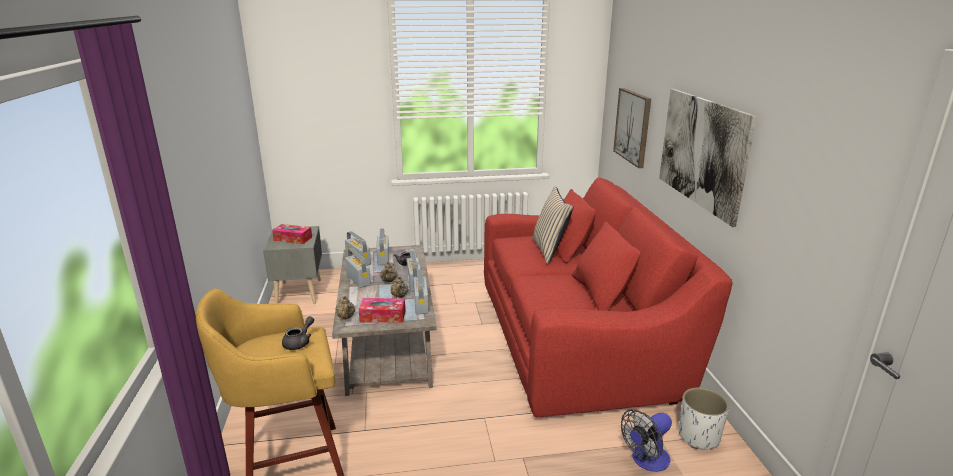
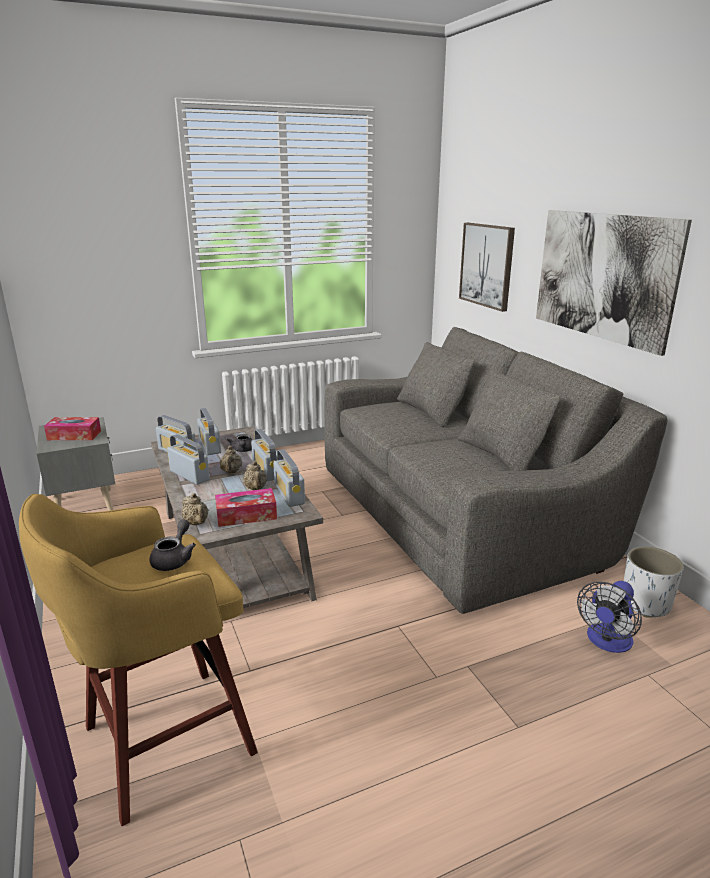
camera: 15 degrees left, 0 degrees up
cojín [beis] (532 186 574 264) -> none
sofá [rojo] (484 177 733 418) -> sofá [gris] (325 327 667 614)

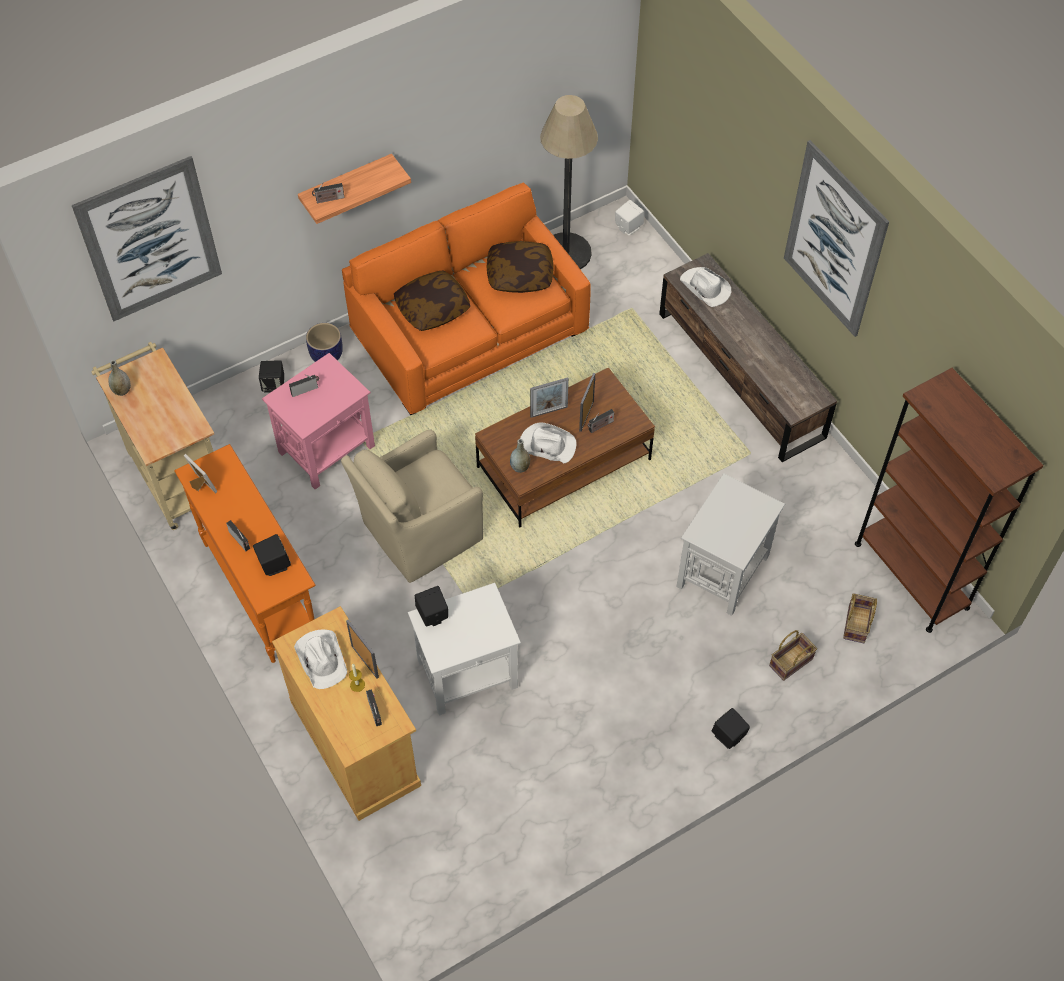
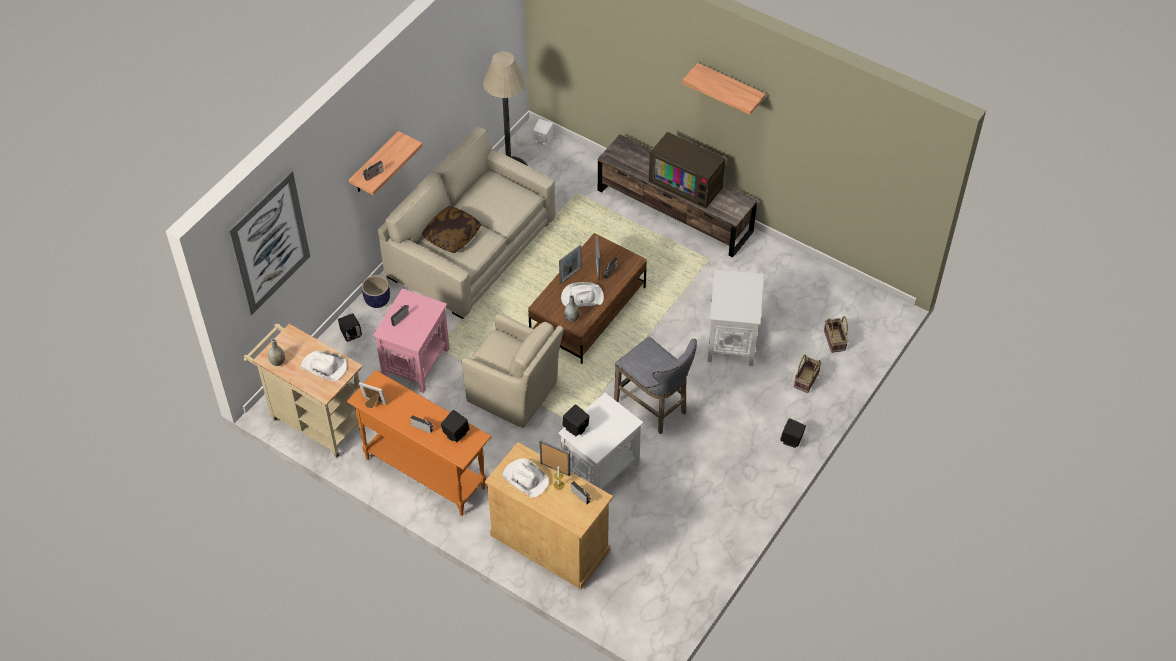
camera: 25 degrees left, 5 degrees down
cojín (487 241 554 293) -> none
estantería [marrón] (855 368 1044 633) -> none
none -> taburete [gris] (614 336 697 434)
none -> televisor (649 132 726 209)
sombrero [blanco] (680 267 731 307) -> sombrero [blanco] (301 351 347 381), relocated
cuadro (784 140 889 337) -> estante (682 63 766 115)
sofá [naranja] (342 183 591 415) -> sofá [beis] (378 127 555 319)
sillón [beis] (341 430 483 583) -> sillón [beis] (461 314 564 428), 90 degrees counterclockwise

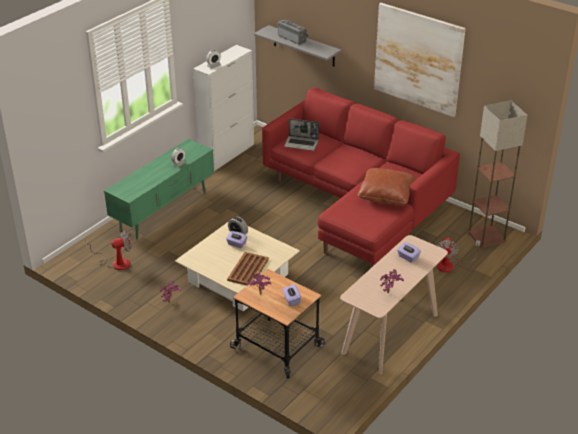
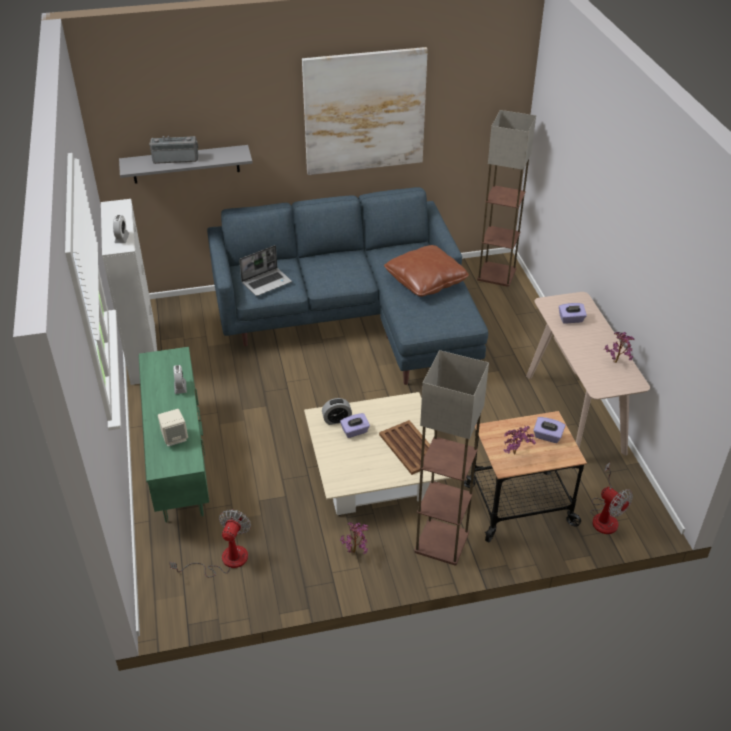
camera: 50 degrees left, 5 degrees up
none -> altavoz [beis] (158 409 188 446)
none -> lámpara de pie (414 350 489 566)
ventilador (436 238 480 272) -> ventilador (590 462 633 534), relocated
sofá [rojo] (262 87 460 269) -> sofá [azul] (207 187 488 385)

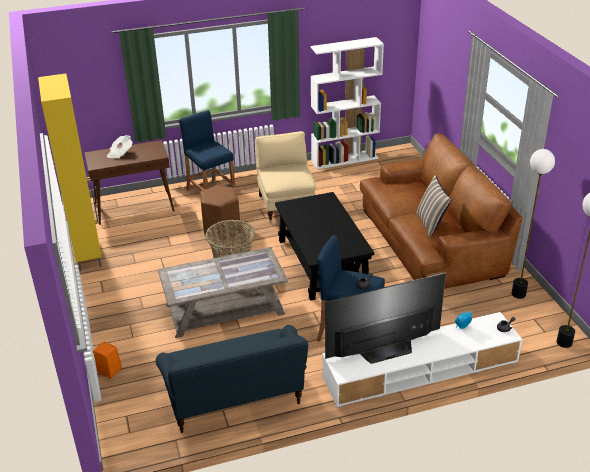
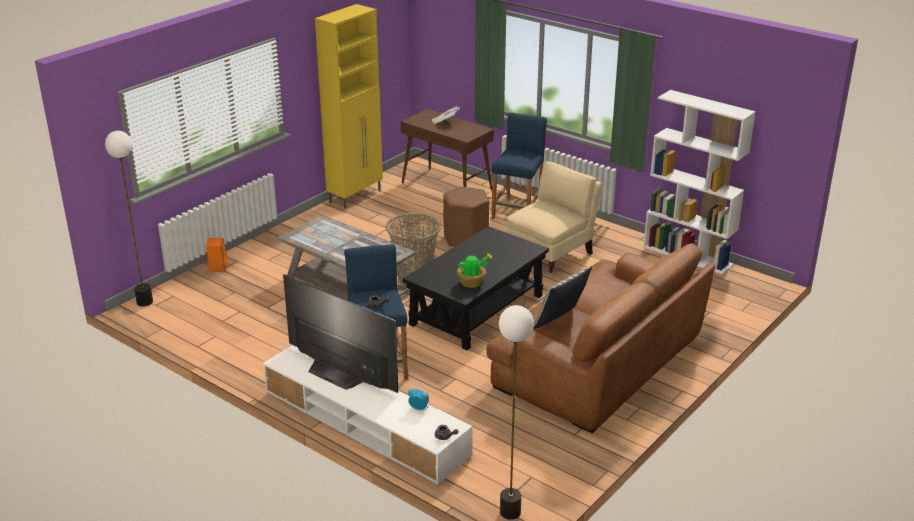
camera: 55 degrees right, 5 degrees down
sofá [azul] (156 325 308 433) -> none
none -> planta en maceta (457 253 493 288)
lámpara de pie (511 149 555 299) -> lámpara de pie (105 131 153 306), relocated

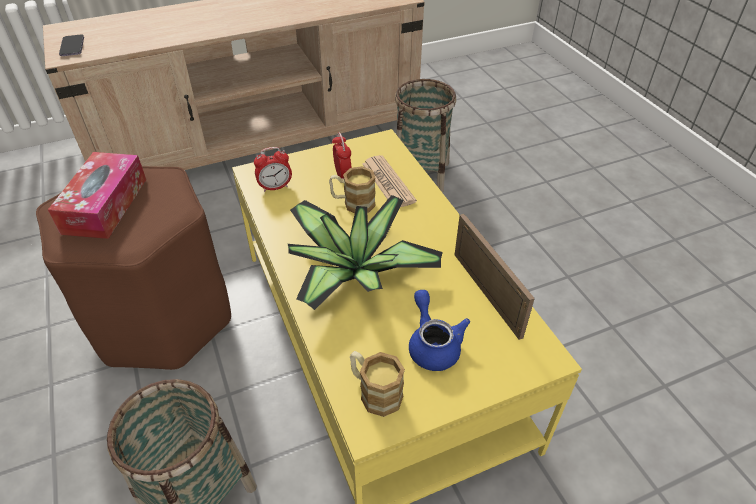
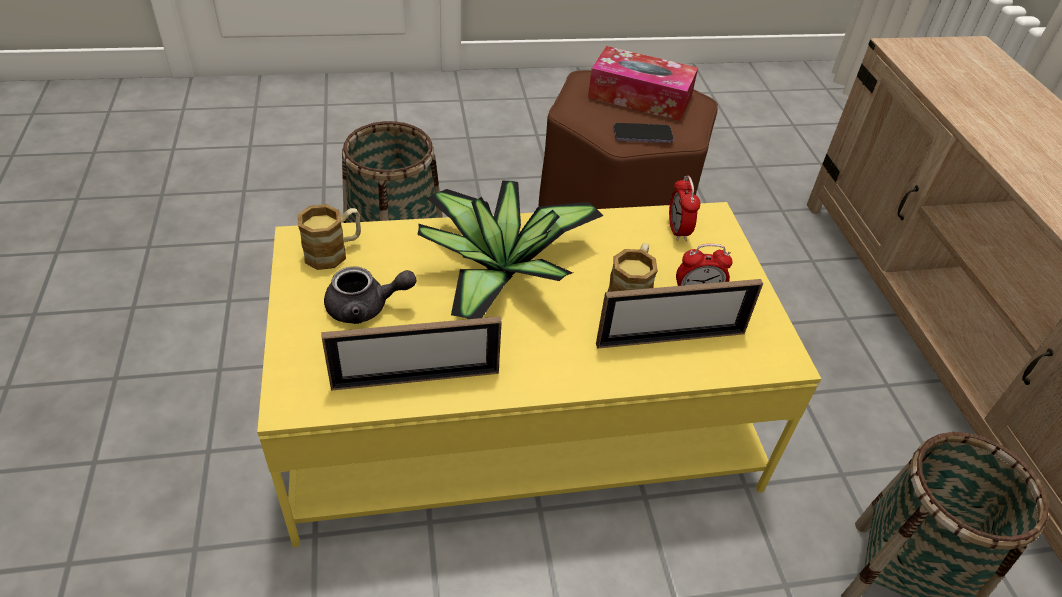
camera: 100 degrees right, 0 degrees up
móvil (59 34 84 56) -> móvil (613 123 674 143), relocated
periódico (362 155 417 207) -> portarretratos (596 279 763 349)
tetera [azul] (409 290 470 371) -> tetera [gris] (324 266 416 324)

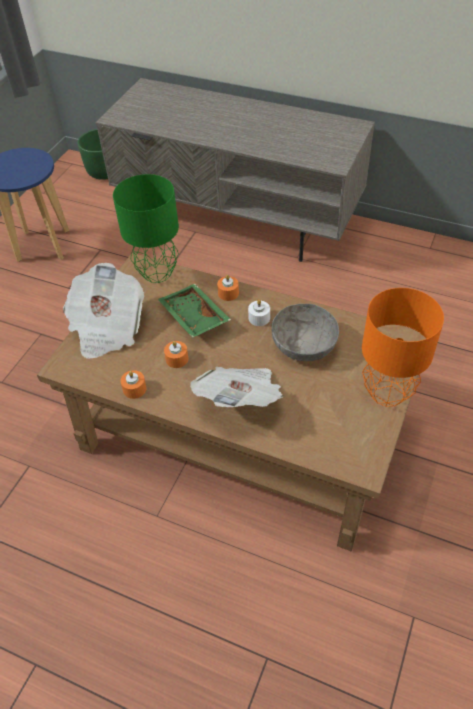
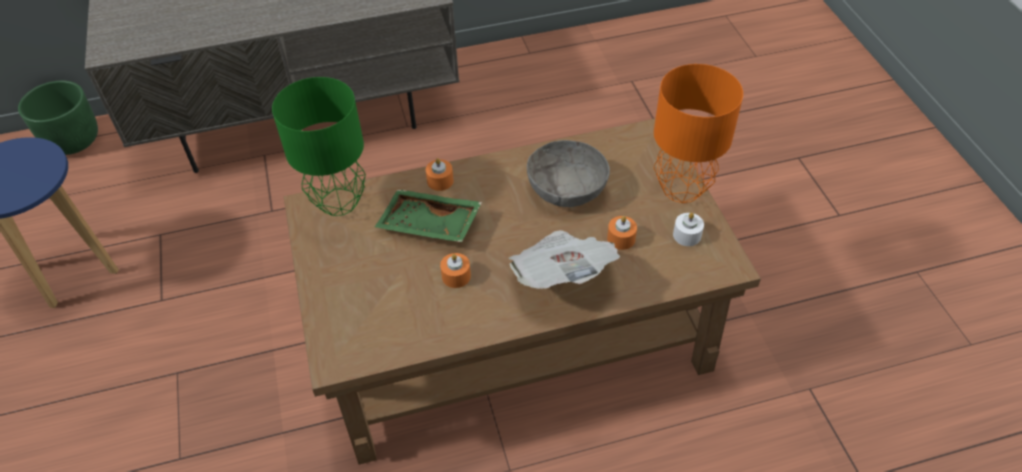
camera: 40 degrees left, 0 degrees up
periódico (63 263 144 359) -> none
vela [naranja] (120 370 146 399) -> vela [naranja] (607 216 637 250), relocated
vela [blanco] (248 300 270 326) -> vela [blanco] (673 213 704 246), relocated

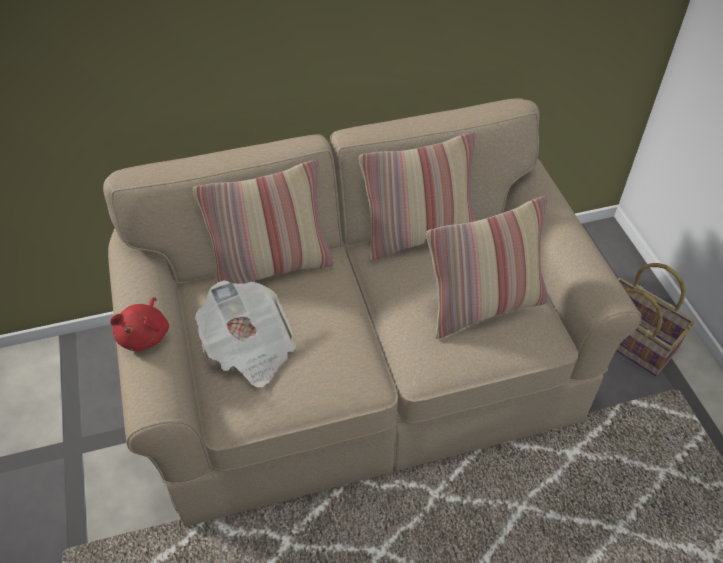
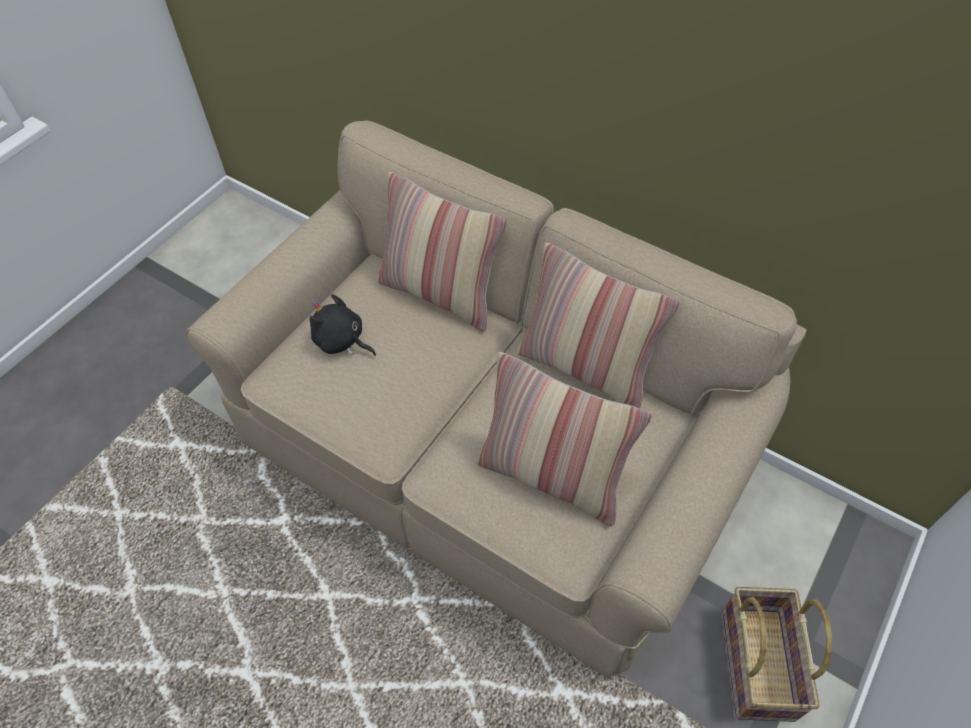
camera: 50 degrees right, 5 degrees up
peluche [rojo] (110 297 169 351) -> none
periódico (195 280 297 387) -> peluche [negro] (310 294 376 356)

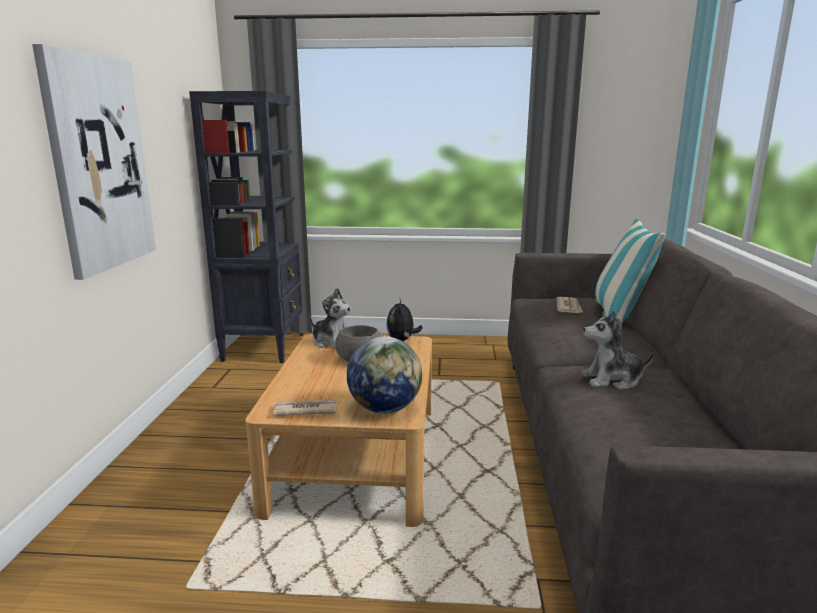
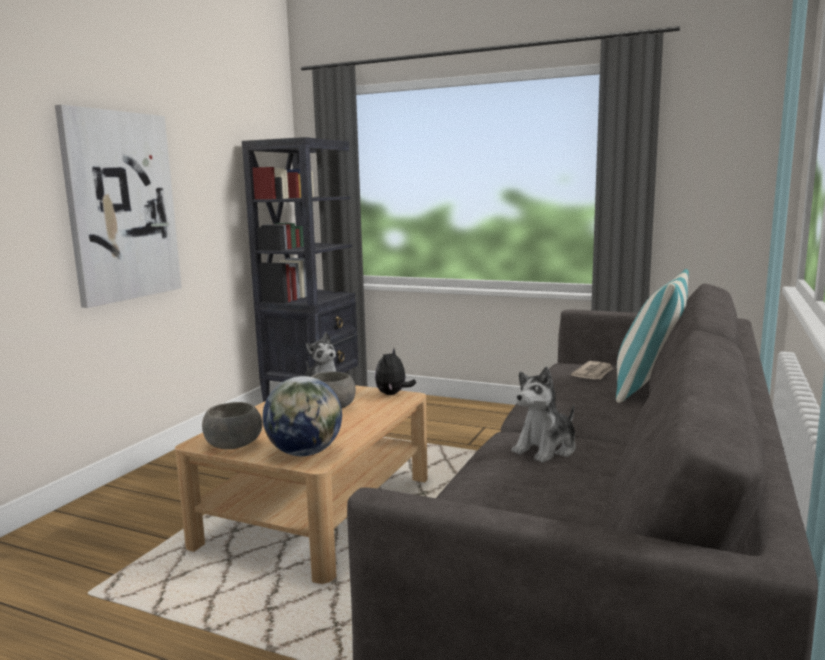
camera: 20 degrees right, 5 degrees down
periódico (273 399 337 416) -> cuenco [gris] (202 402 262 449)
peluche (582 310 654 390) -> peluche (512 366 576 463), 60 degrees counterclockwise

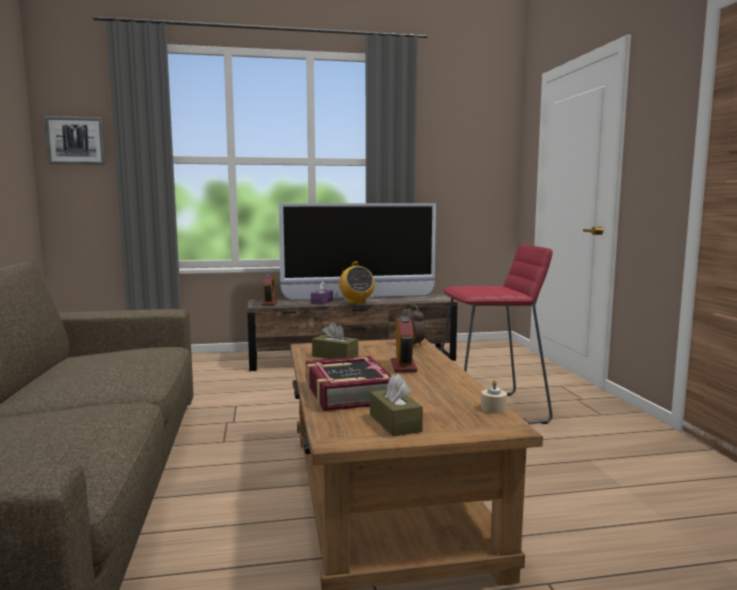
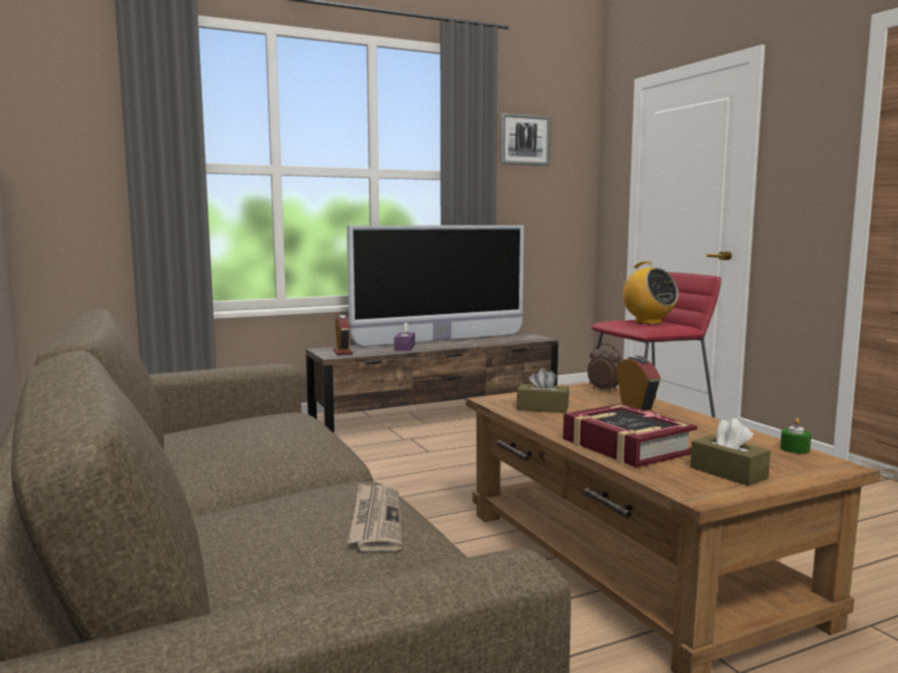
camera: 15 degrees left, 0 degrees up
none -> periódico (348 483 402 551)
cuadro (44 116 106 165) -> cuadro (500 113 551 166), relocated
radio (339 261 375 304) -> radio (620 261 678 325), relocated
vela [beis] (481 380 507 413) -> vela [verde] (780 418 811 454)

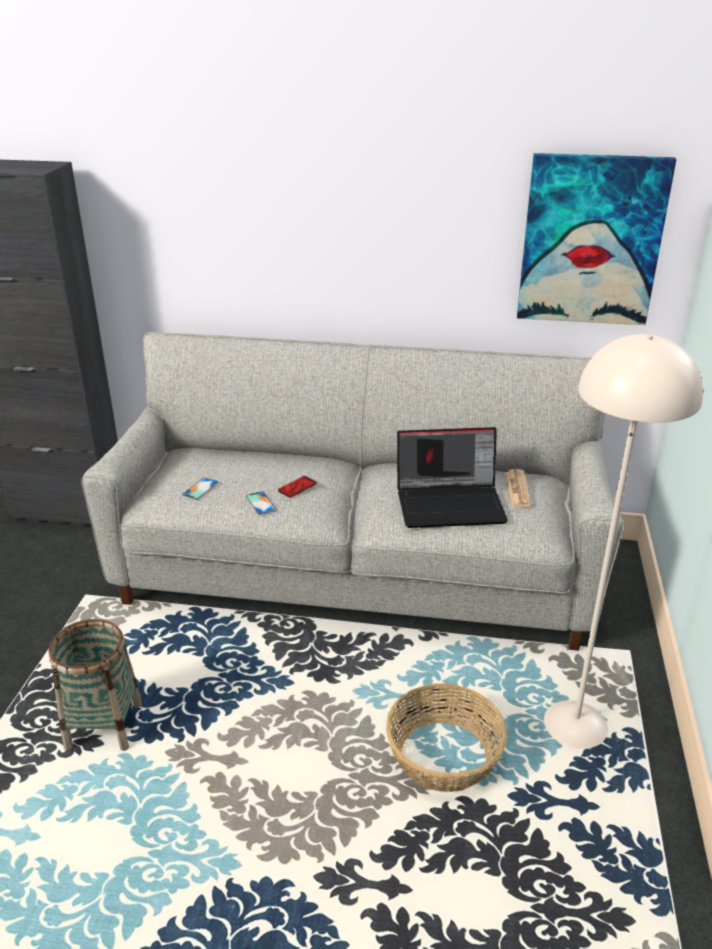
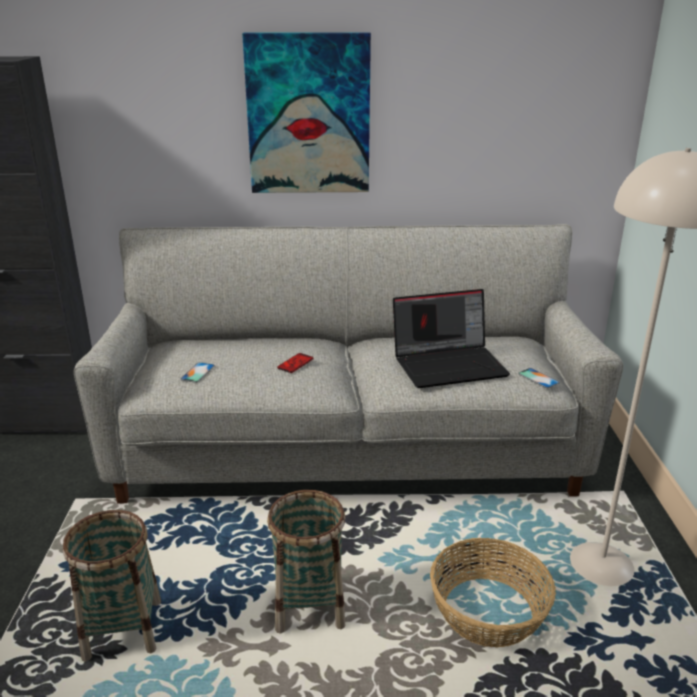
camera: 10 degrees left, 5 degrees down
periódico (505 469 531 507) -> none
none -> cesta (267 490 345 634)
móvil (245 491 277 515) -> móvil (518 368 560 388), relocated
cuadro (517 153 677 325) -> cuadro (242 32 371 193), relocated

